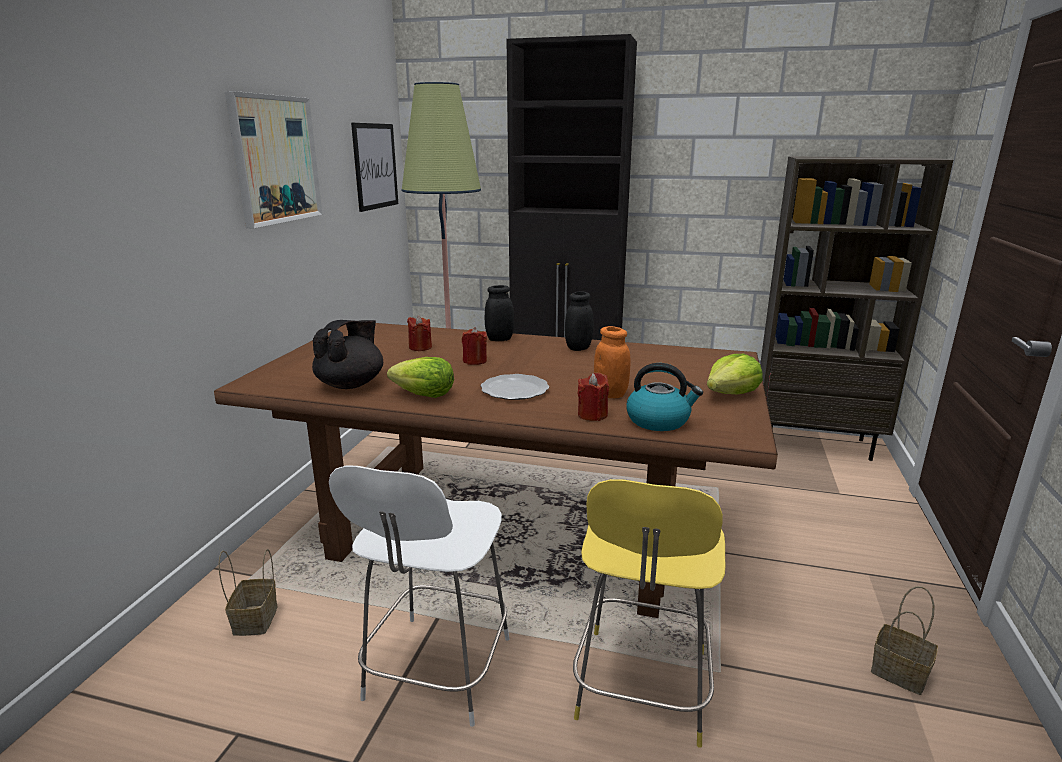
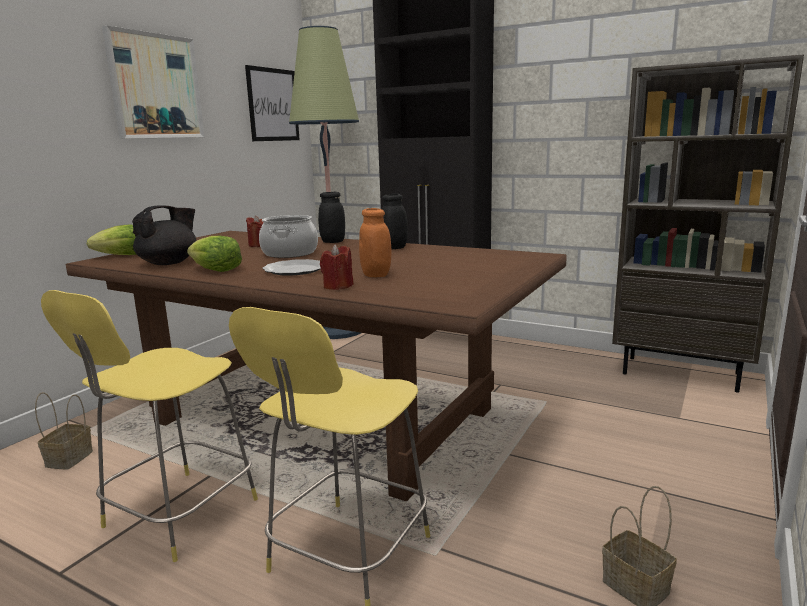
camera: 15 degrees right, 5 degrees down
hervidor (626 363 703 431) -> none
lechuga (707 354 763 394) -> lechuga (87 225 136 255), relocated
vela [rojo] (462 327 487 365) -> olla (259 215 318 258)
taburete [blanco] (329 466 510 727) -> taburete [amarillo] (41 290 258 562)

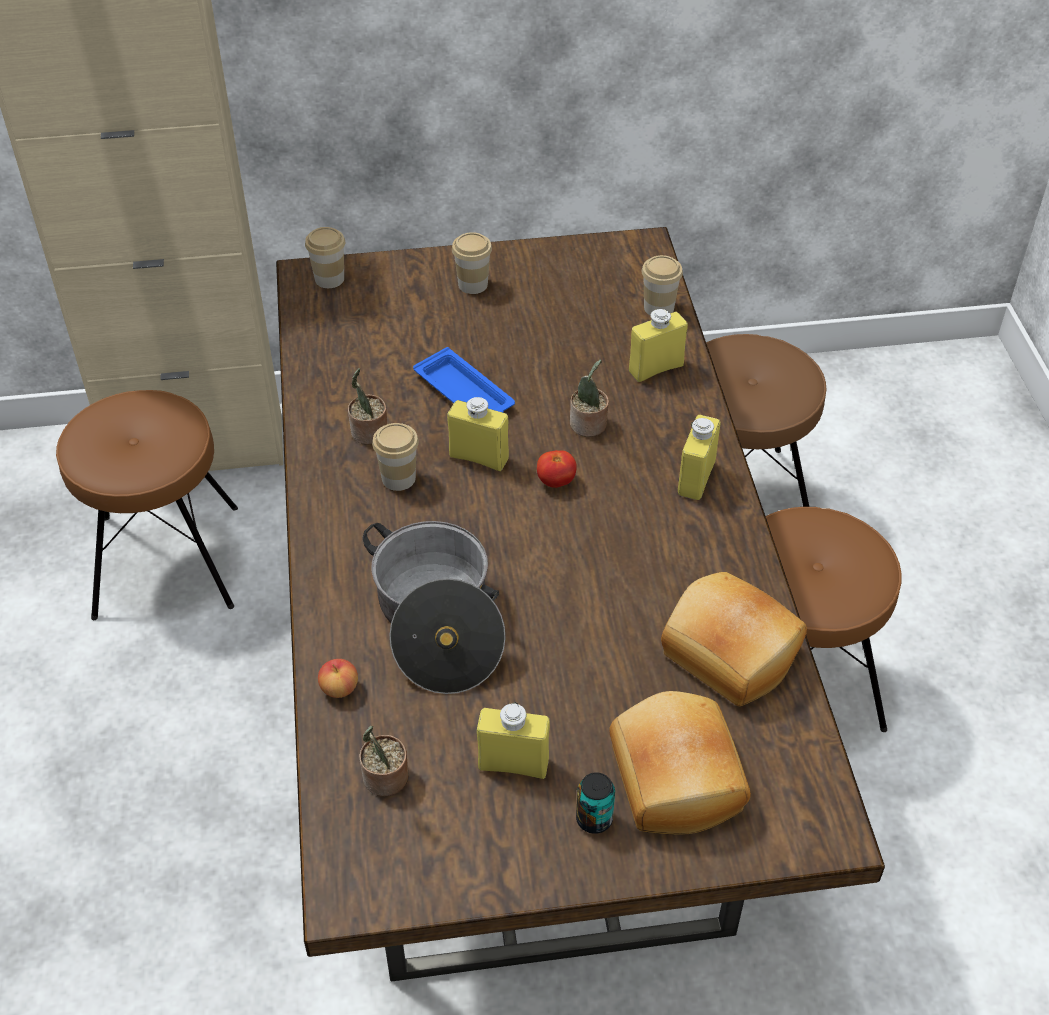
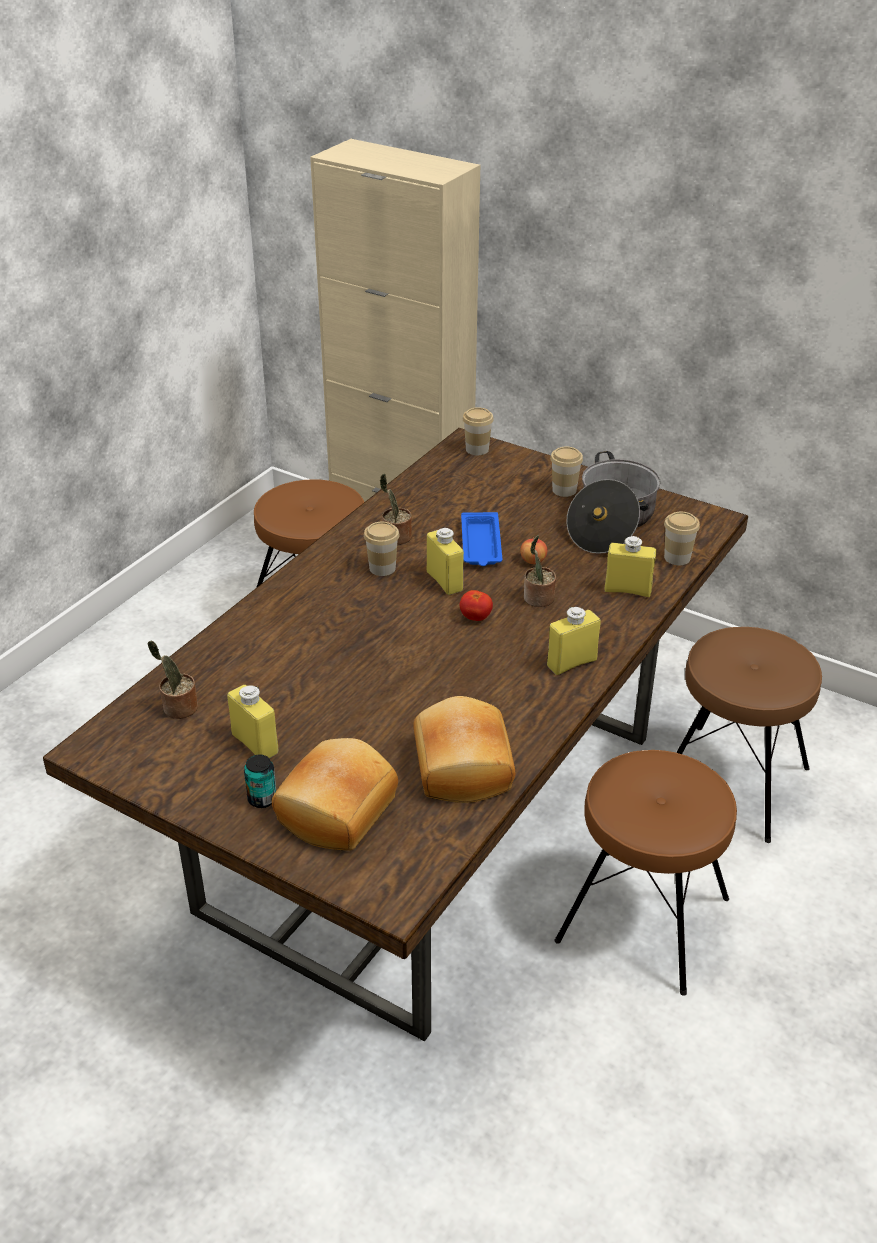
camera: 40 degrees right, 10 degrees down
manzana (318 659 358 698) -> manzana (520 538 547 564), relocated
olla (363 521 506 694) -> olla (566 451 661 554), relocated

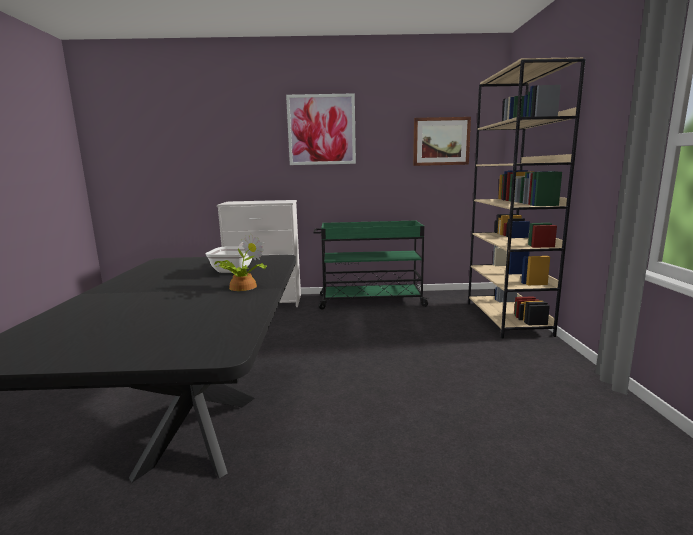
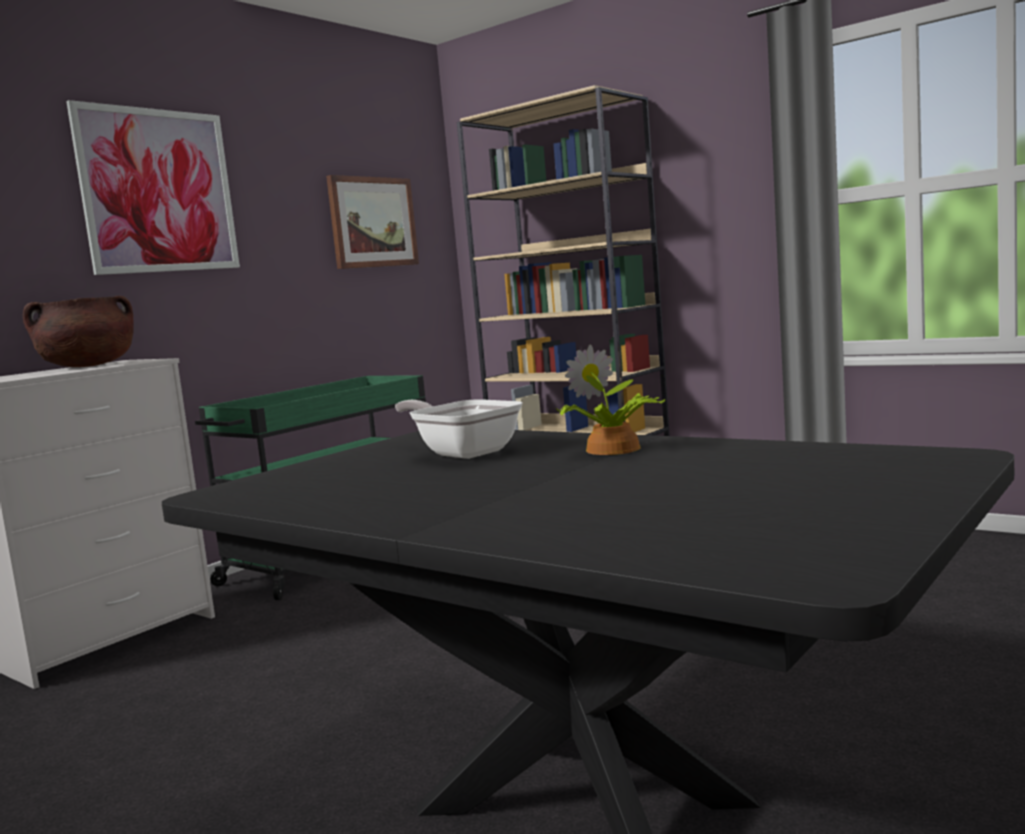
camera: 50 degrees left, 5 degrees down
none -> olla [marrón] (23 296 134 367)

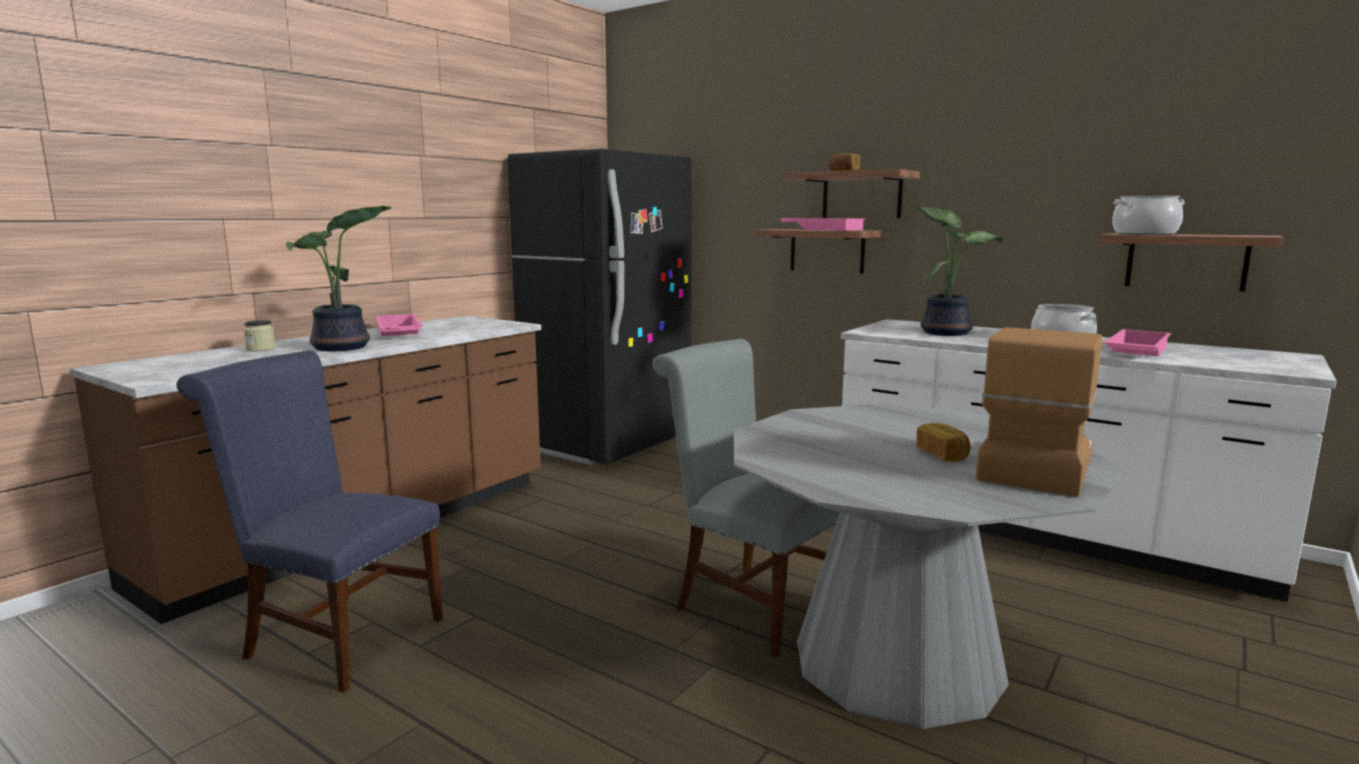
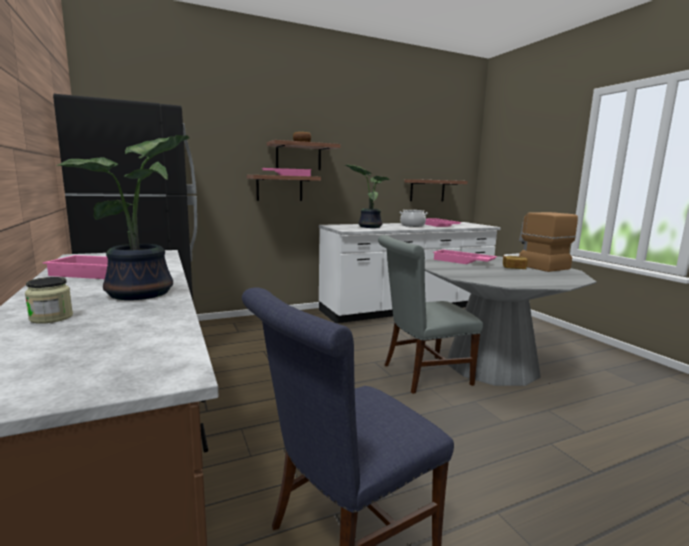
camera: 60 degrees left, 0 degrees up
olla (1112 196 1185 235) -> none
none -> bandeja [rosa] (433 249 497 264)

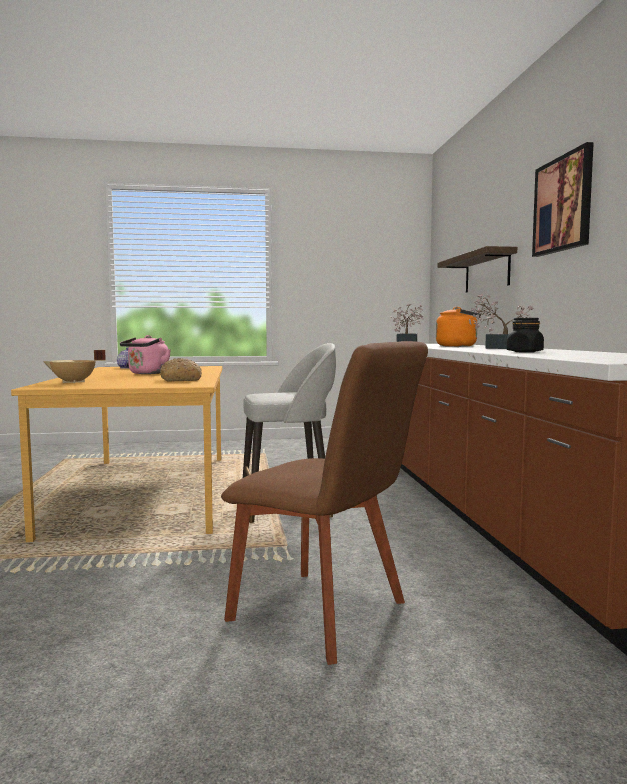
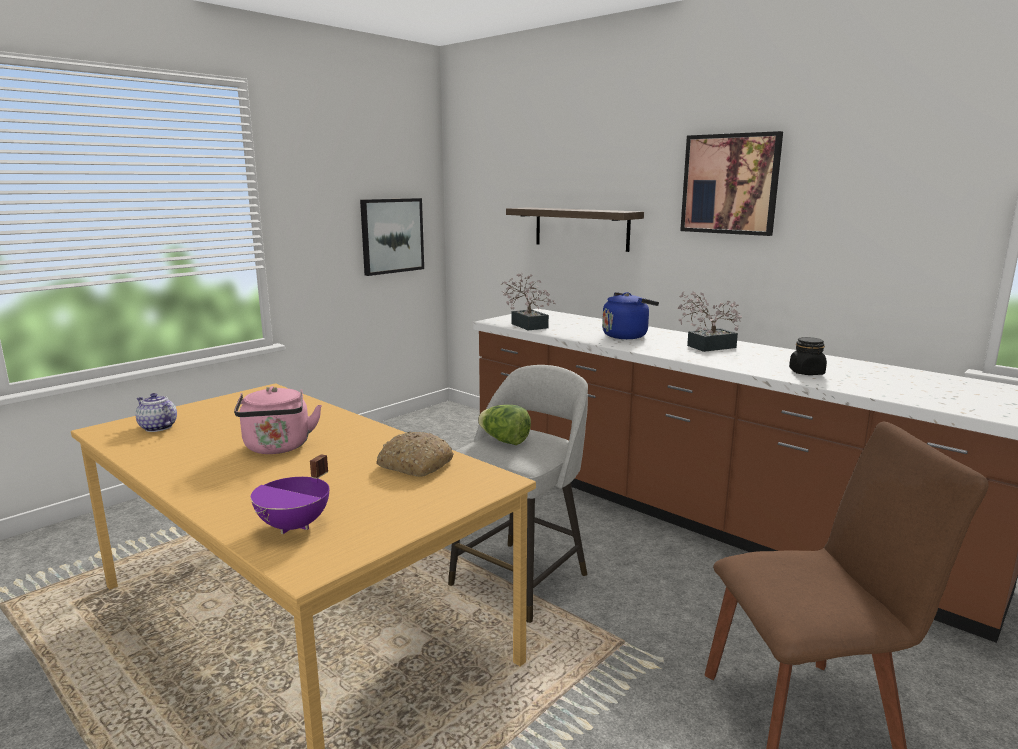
camera: 40 degrees left, 10 degrees up
none -> cuadro (360 198 424 276)
none -> lechuga (478 405 531 445)
olla [beis] (43 350 106 383) -> olla [morado] (250 454 329 534)
hervidor [naranja] (436 307 481 347) -> hervidor [azul] (602 292 659 339)

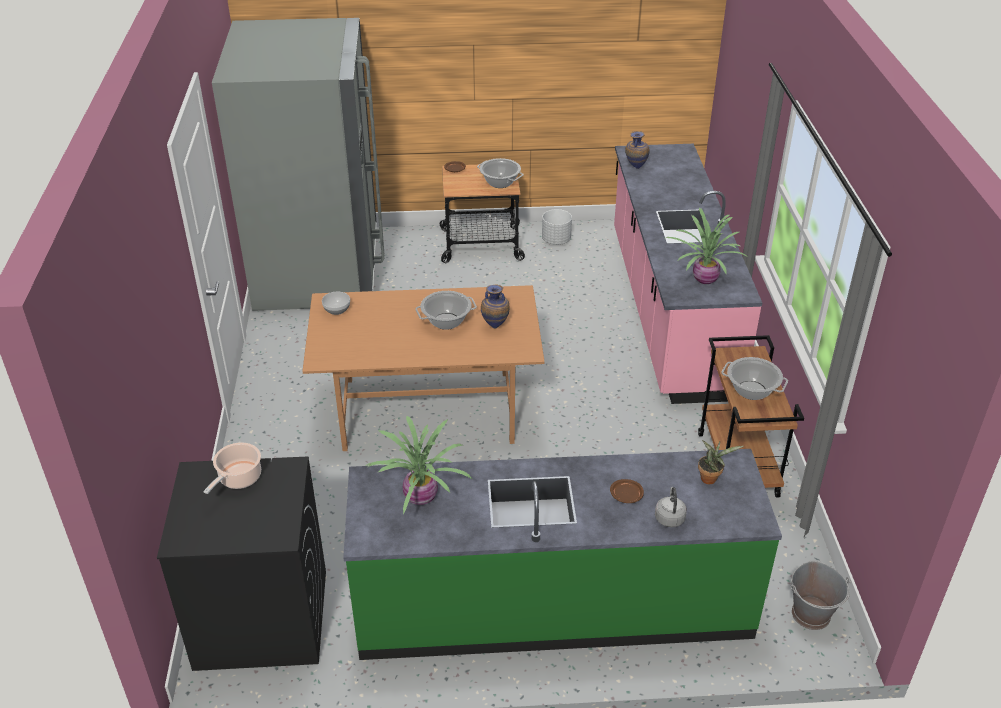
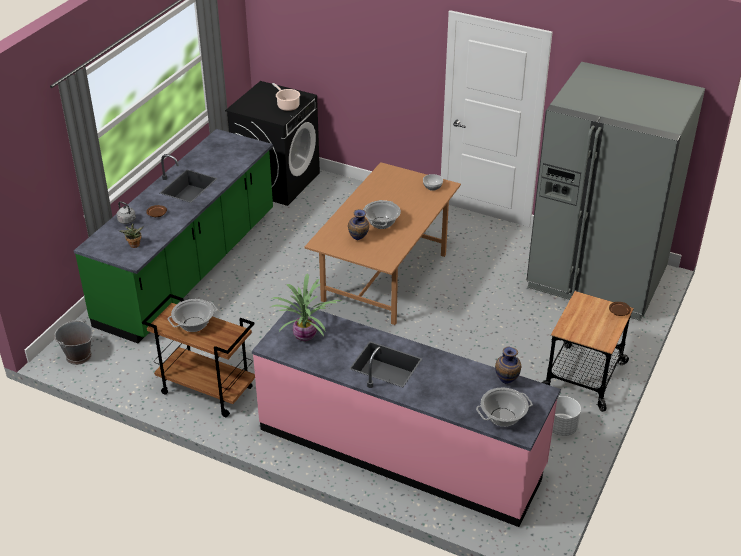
camera: 120 degrees right, 0 degrees up
planta en maceta (366 416 472 515) -> none
olla (477 158 524 188) -> olla (476 387 532 427), relocated

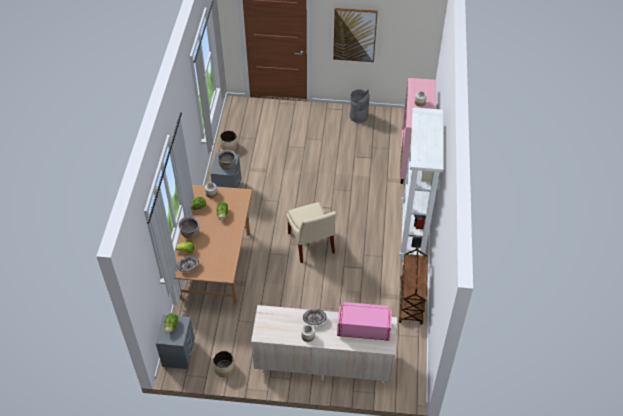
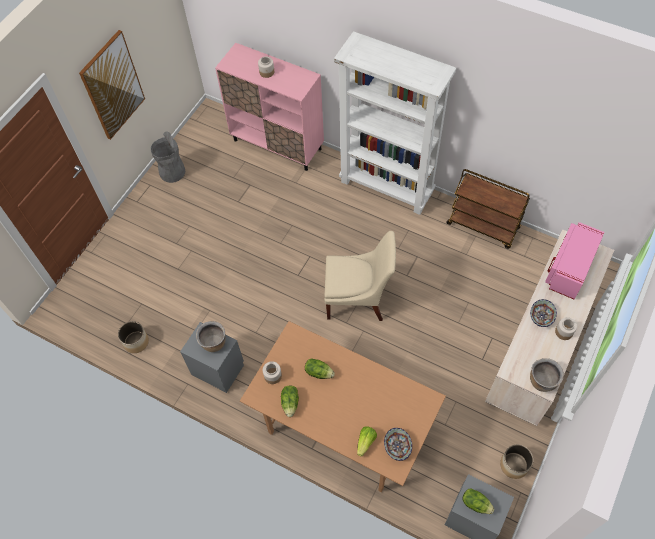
camera: 65 degrees left, 10 degrees up
olla [marrón] (179 216 199 238) -> olla [marrón] (530 358 564 392), relocated

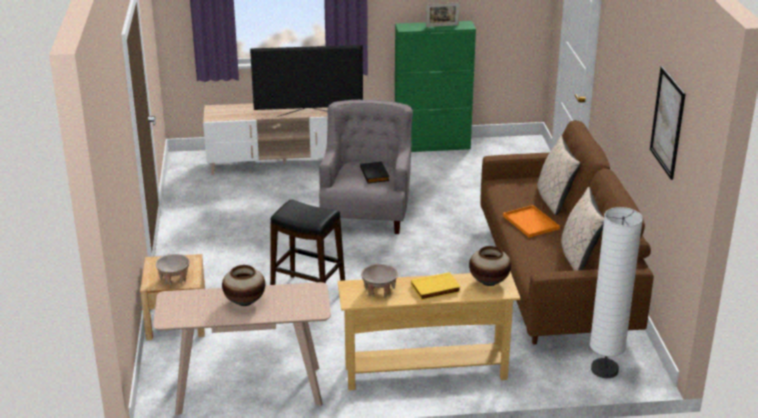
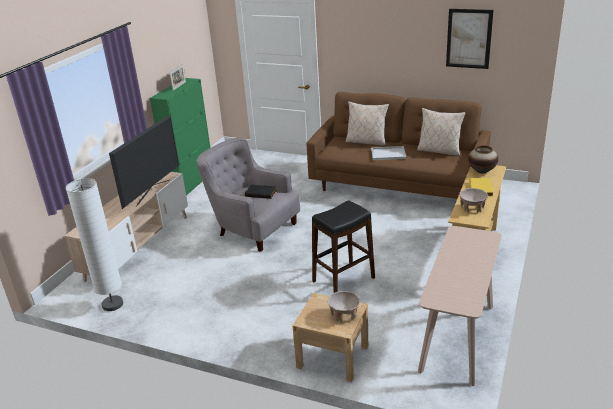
camera: 60 degrees left, 0 degrees up
florero (222 265 265 306) -> none
lámpara de pie [blanco] (590 207 643 378) -> lámpara de pie [blanco] (66 178 123 311), relocated
bandeja [naranja] (503 205 560 238) -> bandeja [blanco] (371 146 406 160)

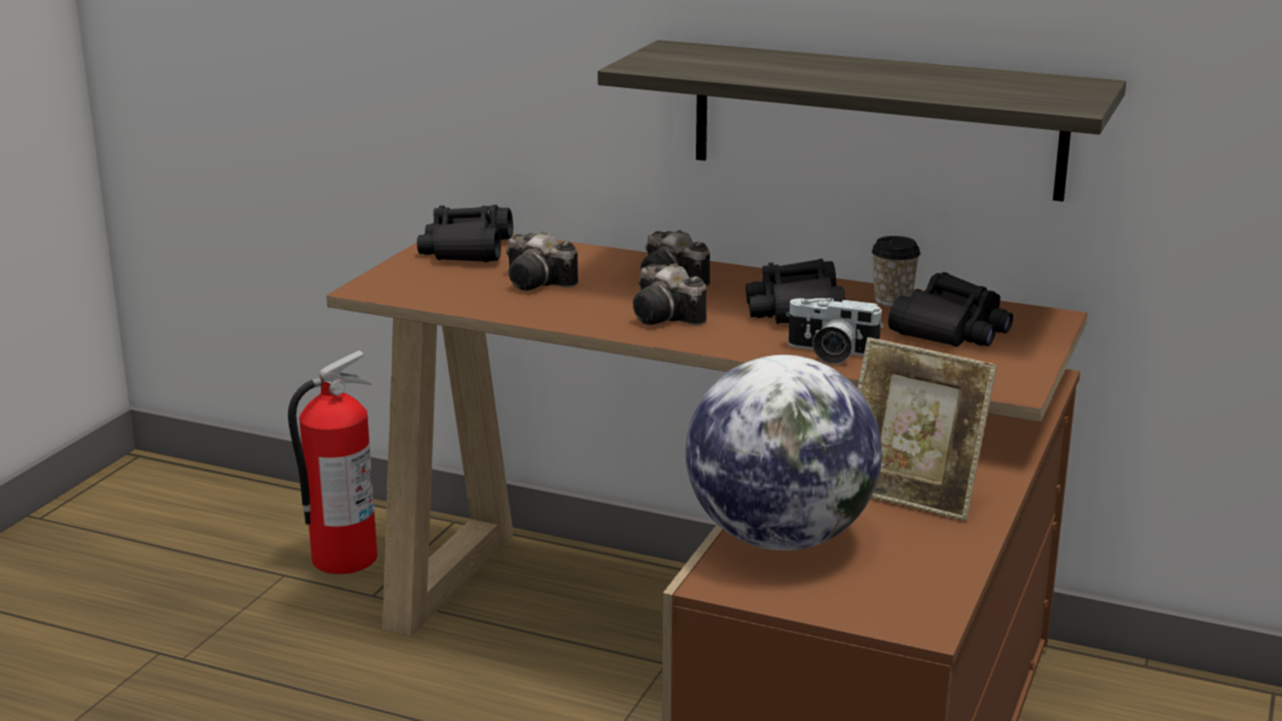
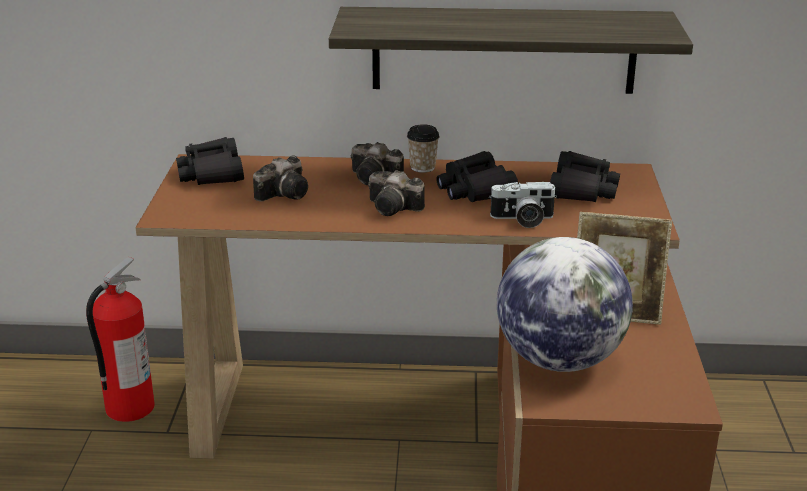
camera: 20 degrees left, 5 degrees up
taza (872 236 921 306) -> taza (407 124 440 173), relocated
cámara (506 231 578 290) -> cámara (253 155 308 202), 60 degrees counterclockwise

